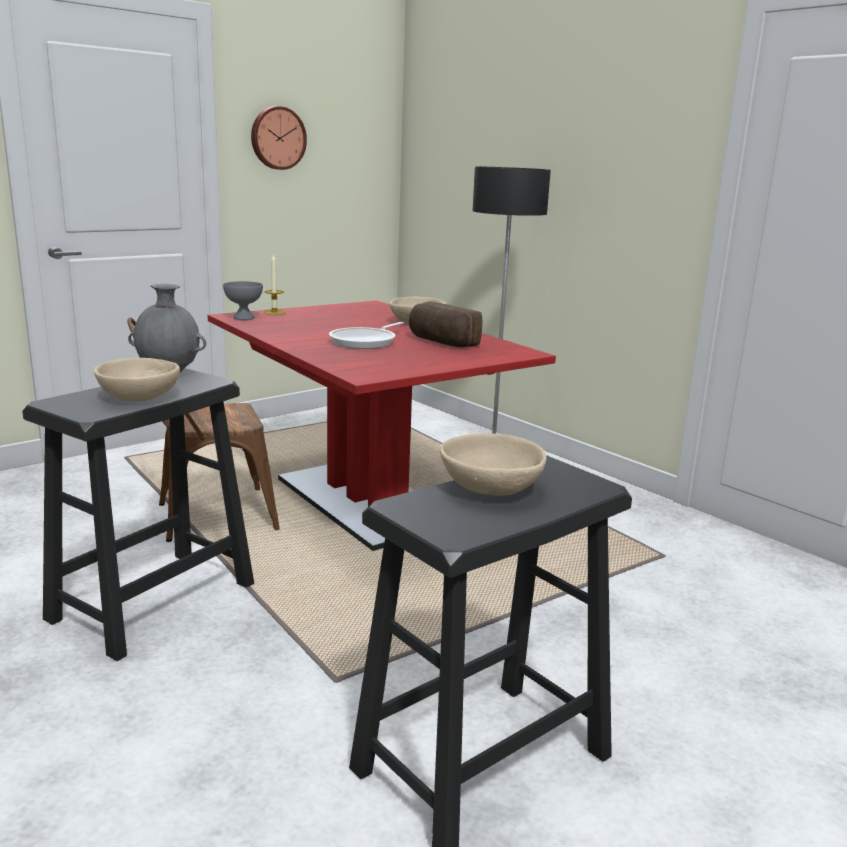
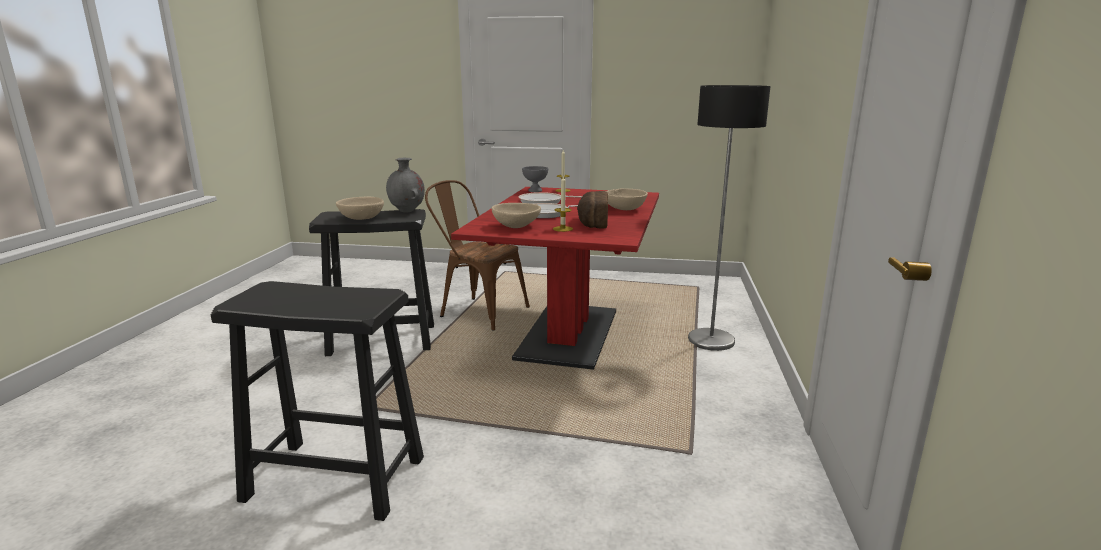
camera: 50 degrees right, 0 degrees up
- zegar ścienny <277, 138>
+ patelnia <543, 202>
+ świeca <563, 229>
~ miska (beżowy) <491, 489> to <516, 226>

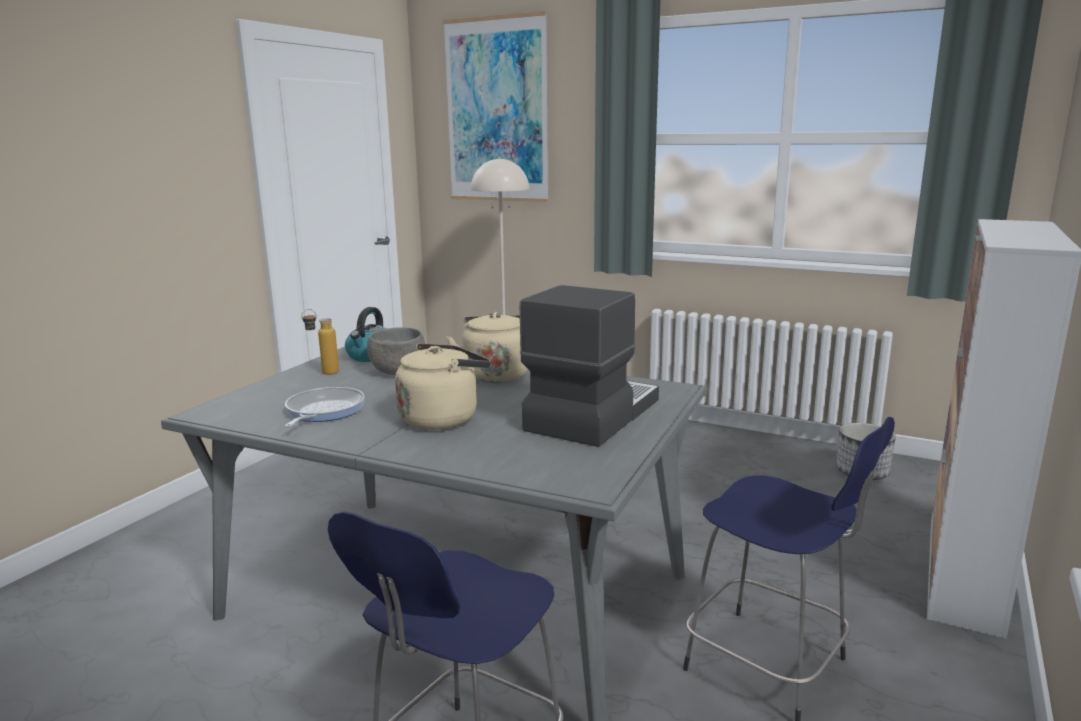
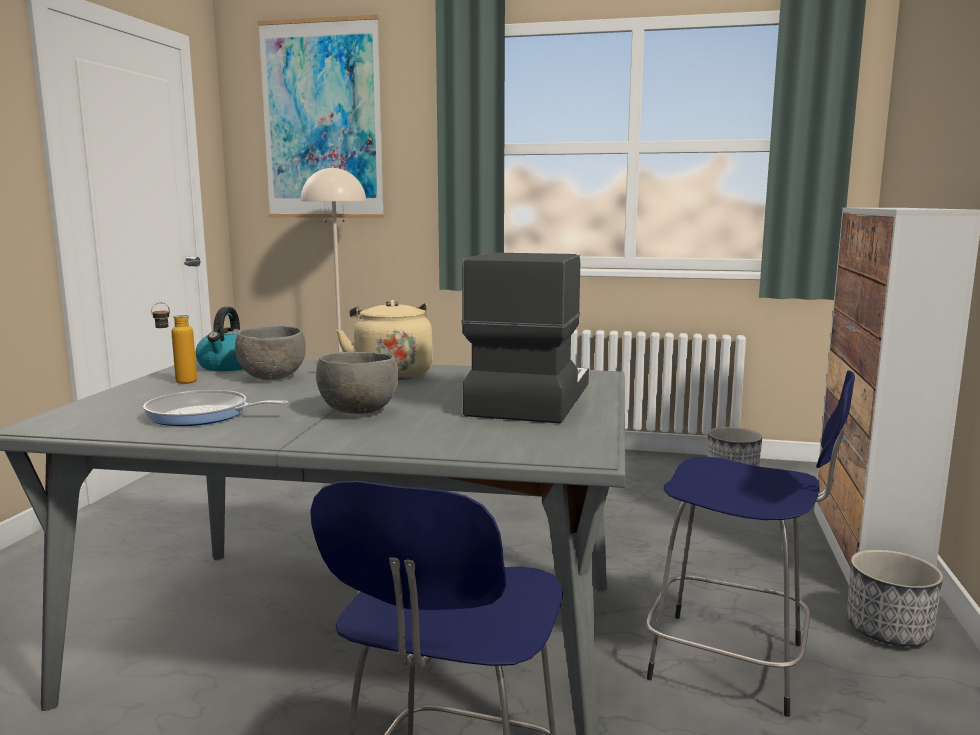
camera: 15 degrees left, 5 degrees down
+ donica <889, 630>
~ czajnik (beżowy) <442, 418> to miska (szary) <360, 412>
~ patelnia <323, 411> = <202, 415> 75 degrees counterclockwise

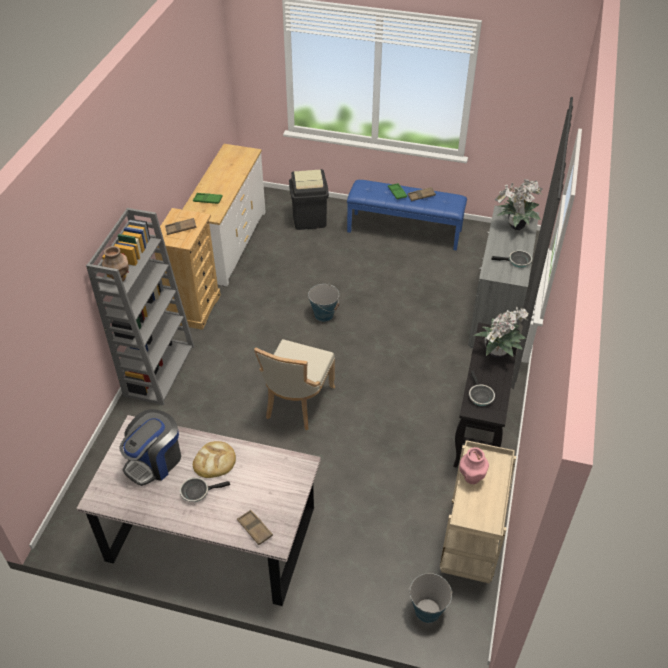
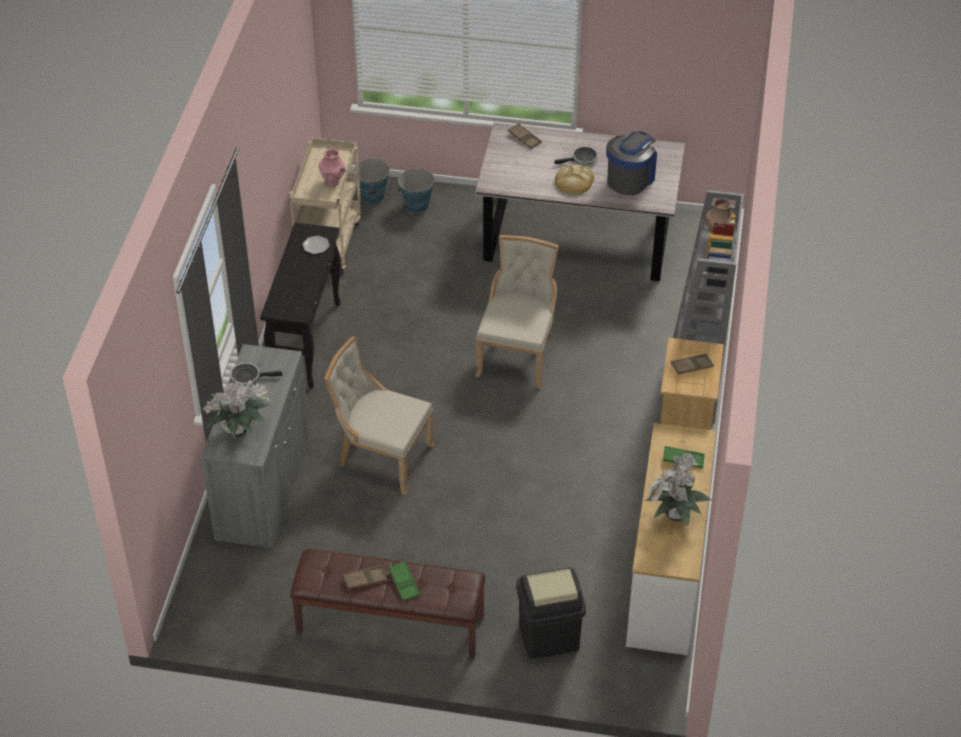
camera: 175 degrees right, 0 degrees up
+ krzesło (beżowy) <381, 457>
~ wiadro <324, 314> to <417, 206>
~ roślina doniczkowa <498, 352> to <673, 515>
~ patelnia <480, 396> to talerz <316, 245>
~ ławka (niebieski) <404, 230> to ławka (brązowy) <389, 625>

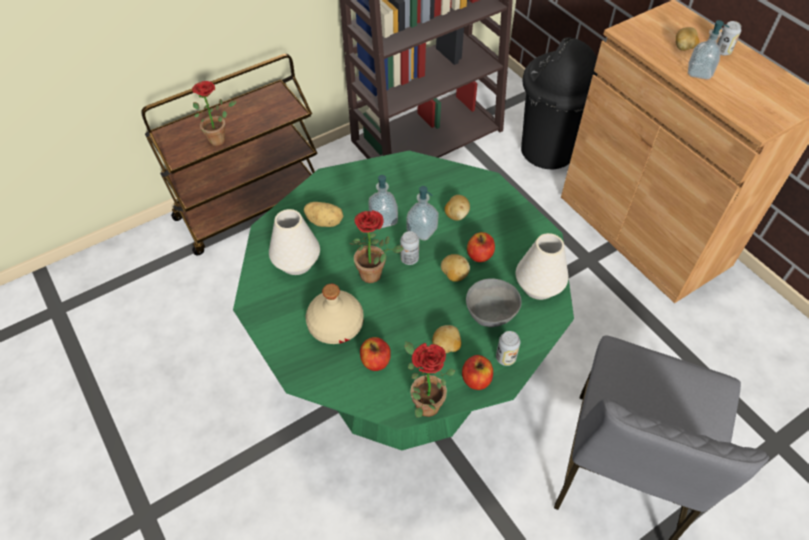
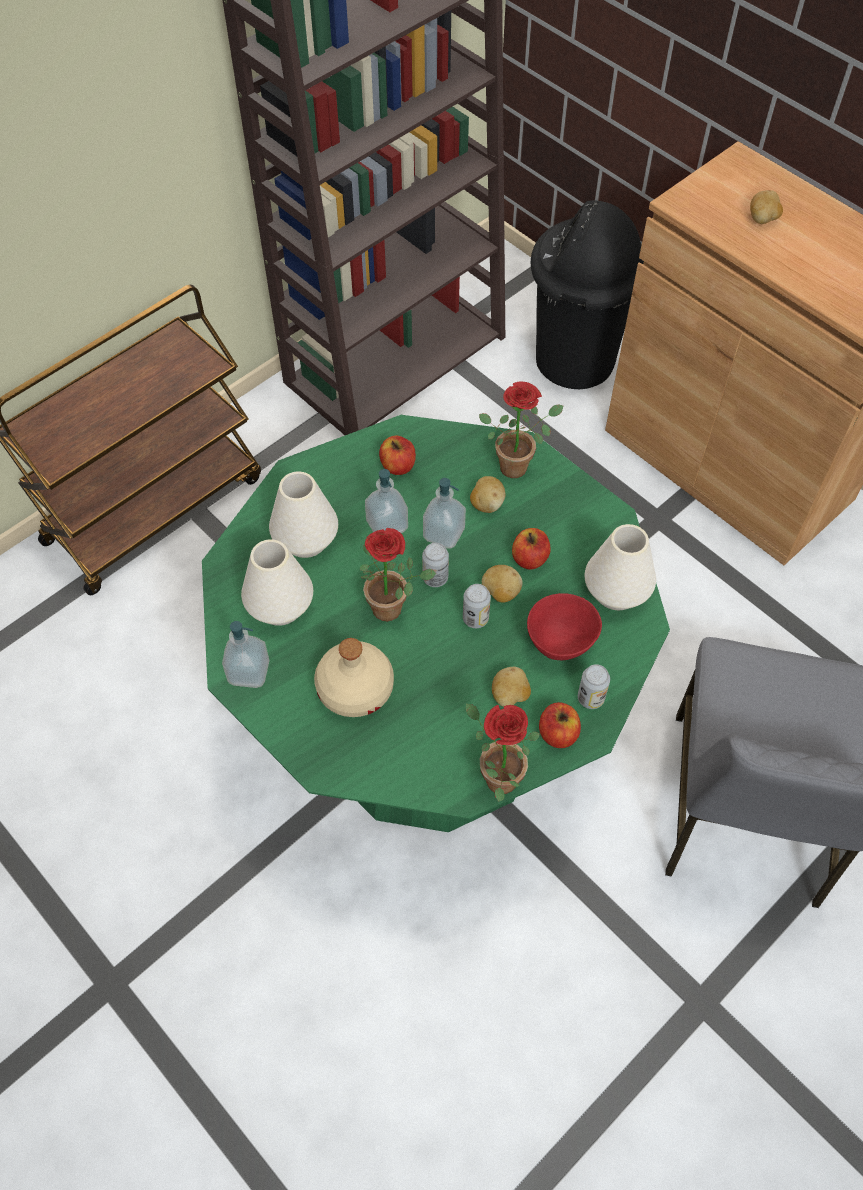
camera: 10 degrees left, 5 degrees up
~ roślina doniczkowa <220, 139> to <518, 464>
~ jabłko <375, 361> to <398, 466>
~ dozownik mydła <699, 72> to <249, 672>
~ puszka <722, 51> to <475, 618>
~ ziemniak <325, 221> to wazon (biały) <306, 540>
~ miska (szary) <490, 316> to miska (czerwony) <560, 643>

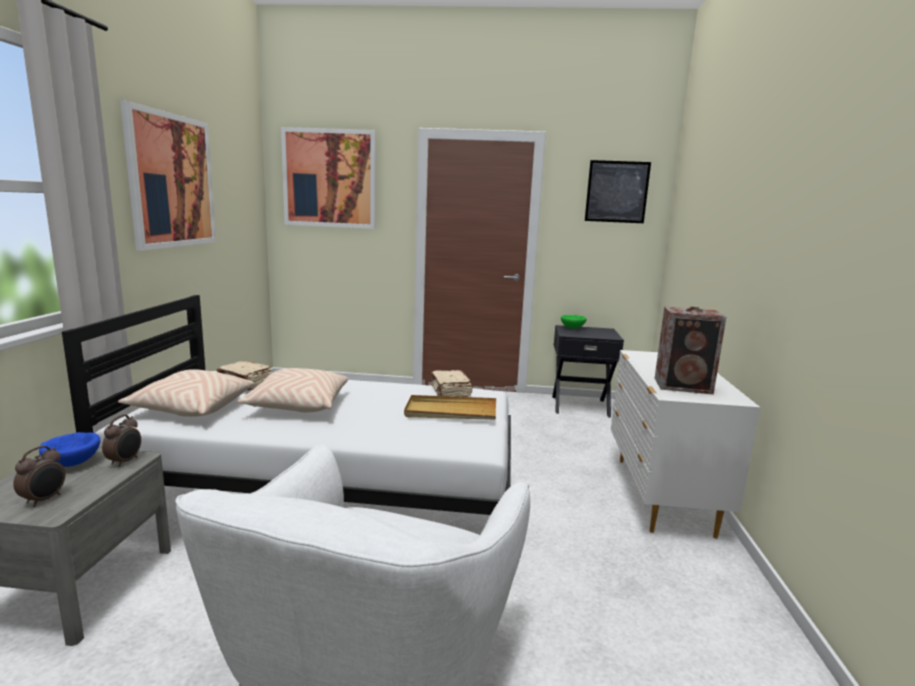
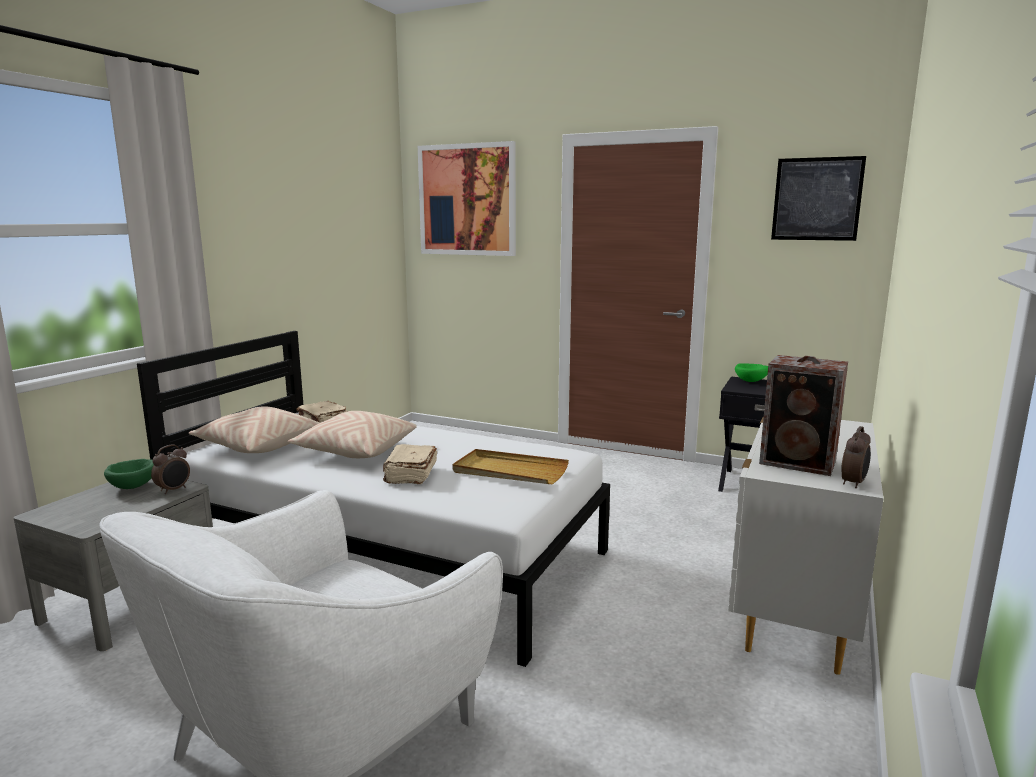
camera: 20 degrees right, 0 degrees up
- obraz <172, 181>
~ budzik <44, 499> to <854, 483>
~ książka (beżowy) <450, 392> to <410, 474>
~ miska (niebieski) <73, 462> to miska (zielony) <134, 486>

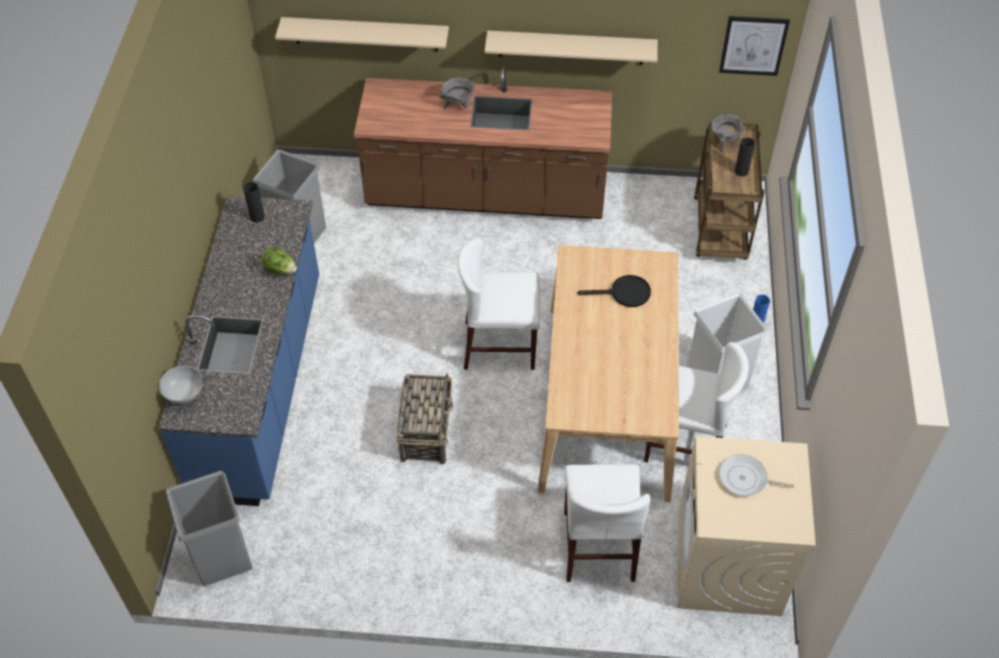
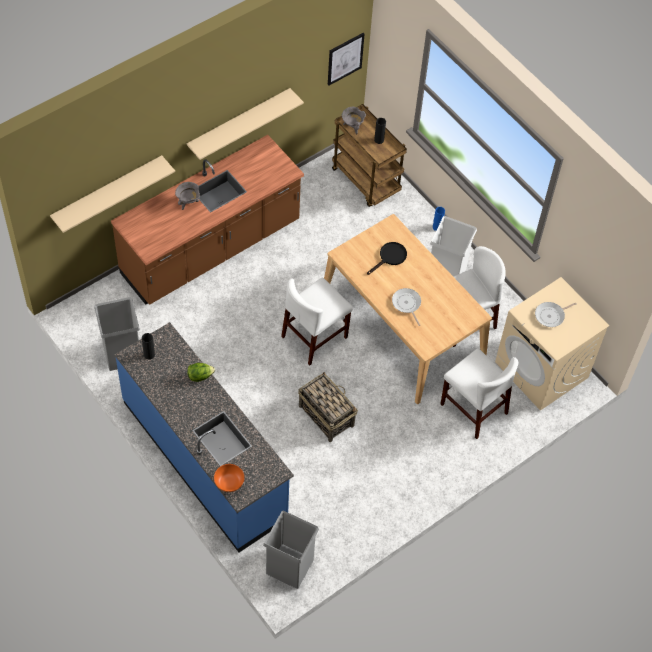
camera: 45 degrees left, 5 degrees up
+ patelnia <407, 304>
~ miska (biały) <184, 394> to miska (pomarańczowy) <229, 483>

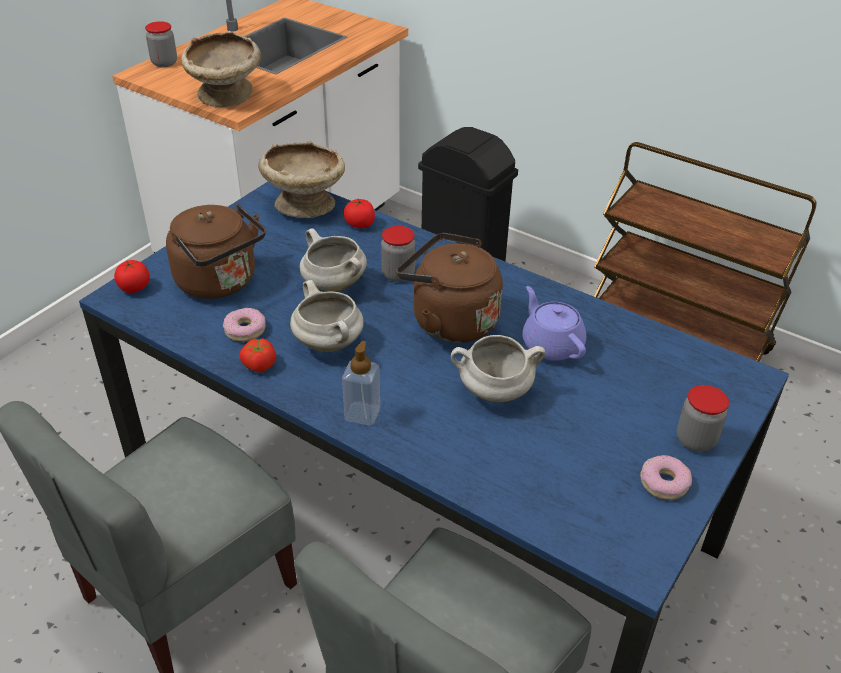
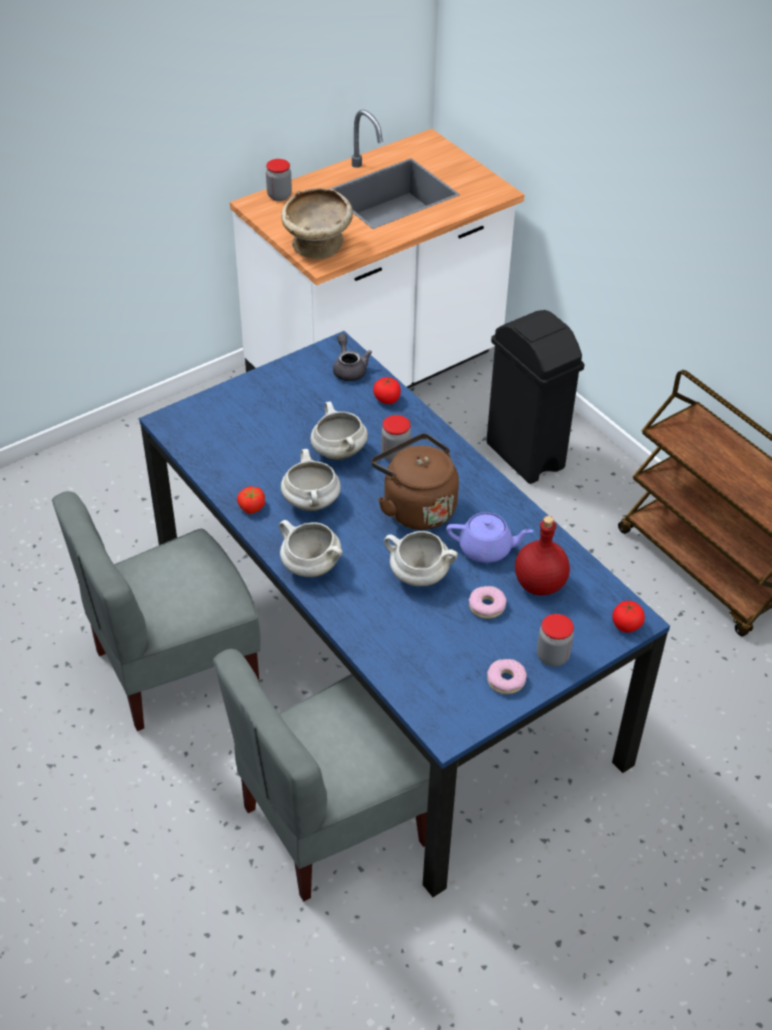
camera: 20 degrees right, 5 degrees up
- czajnik (brązowy) <220, 283>
+ butelka (czerwony) <538, 584>
~ pomidor <134, 288> to <626, 625>
~ donut <245, 330> to <486, 606>
~ miska (beżowy) <304, 205> to imbryk (szary) <349, 369>
~ dozownik mydła <362, 414> to garnek (biały) <310, 566>
~ imbryk (fioletowy) <551, 344> = <486, 549> 105 degrees clockwise

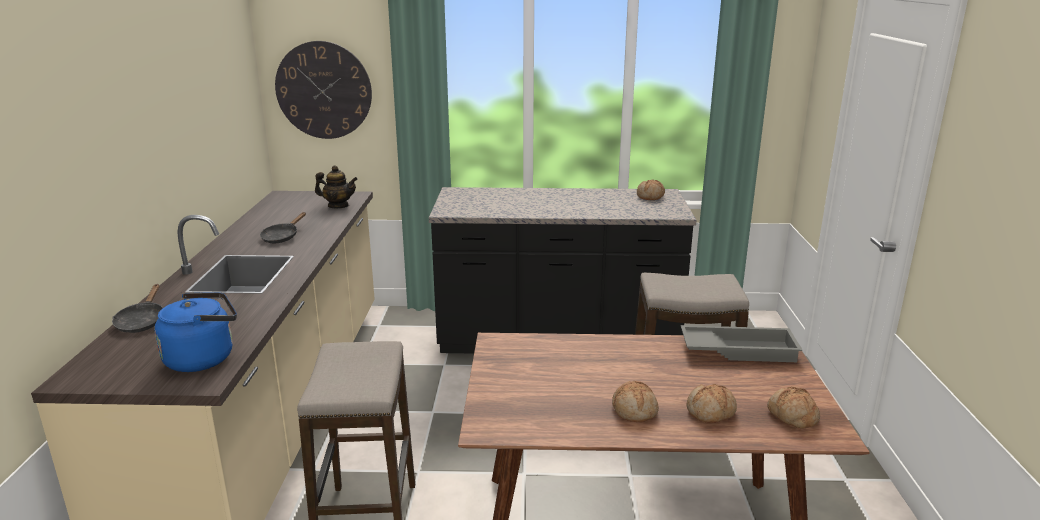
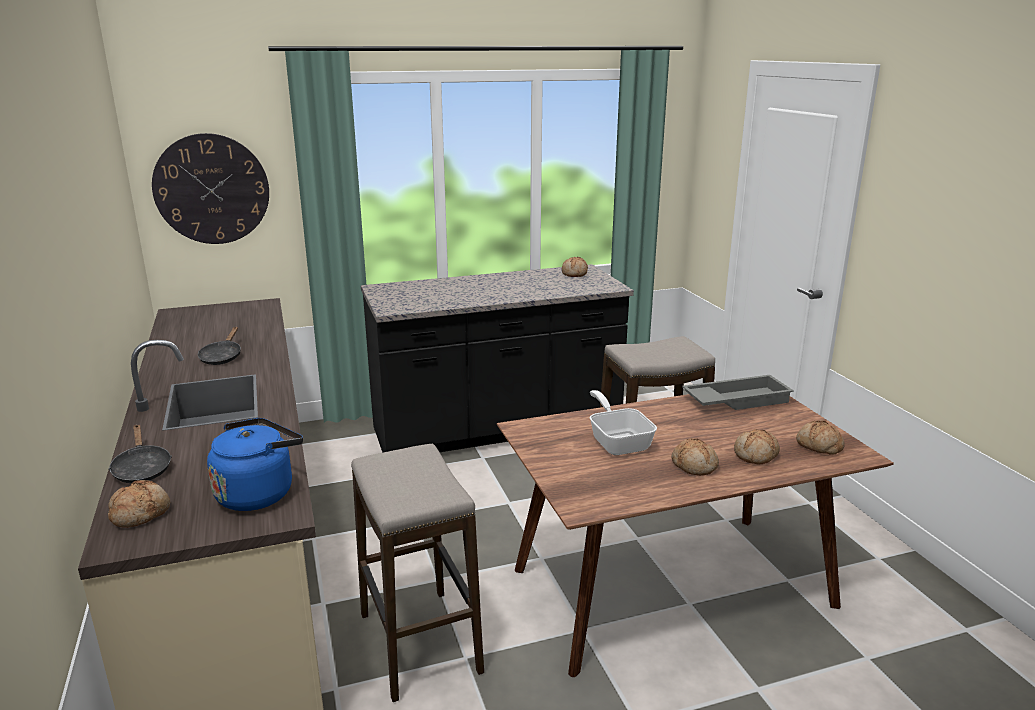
camera: 20 degrees left, 0 degrees up
- imbryk <338, 206>
+ chleb <140, 513>
+ patelnia <618, 441>

